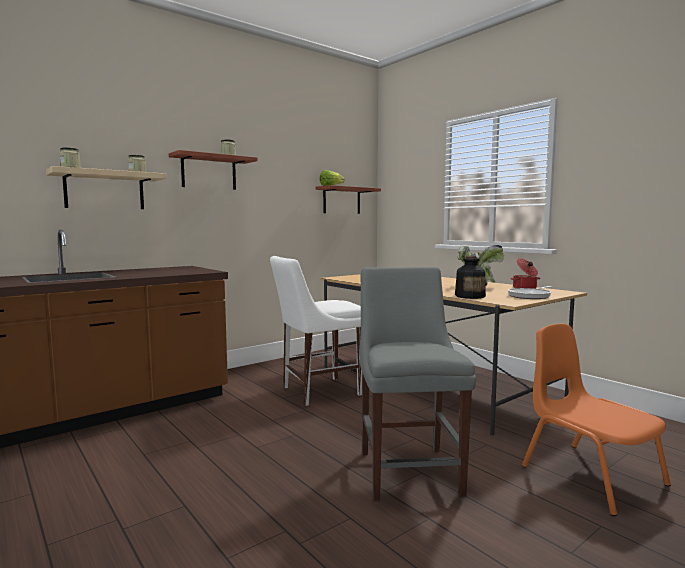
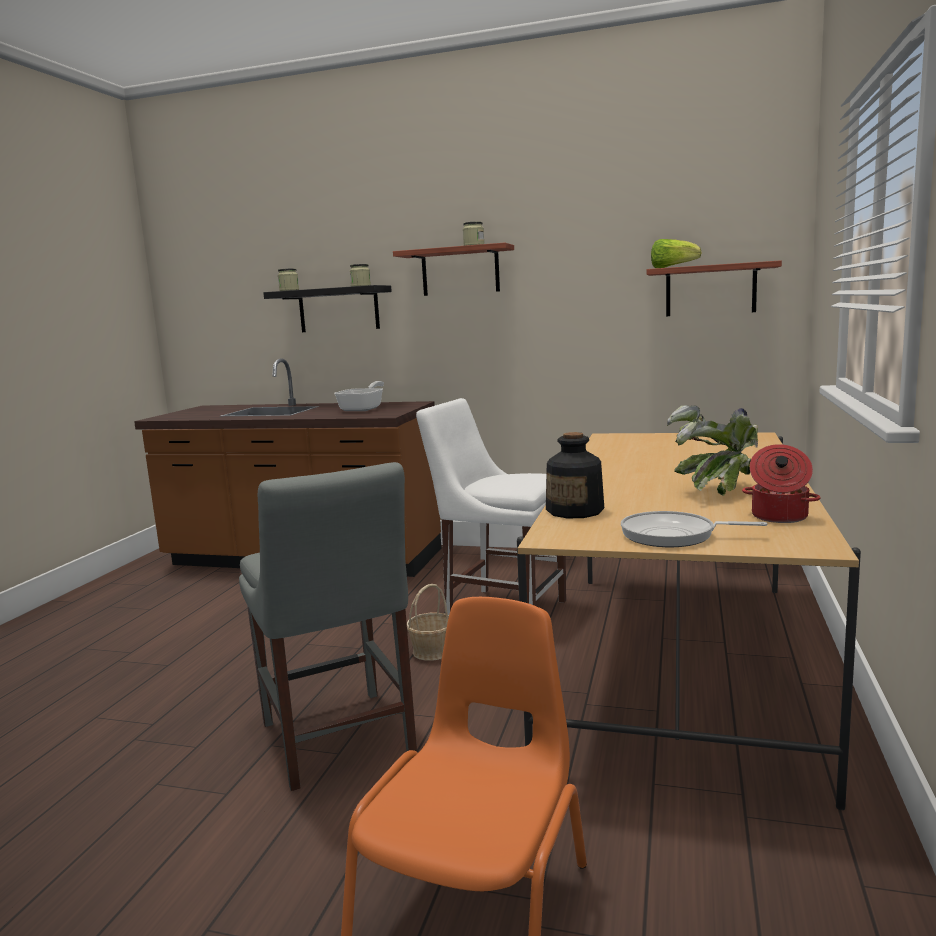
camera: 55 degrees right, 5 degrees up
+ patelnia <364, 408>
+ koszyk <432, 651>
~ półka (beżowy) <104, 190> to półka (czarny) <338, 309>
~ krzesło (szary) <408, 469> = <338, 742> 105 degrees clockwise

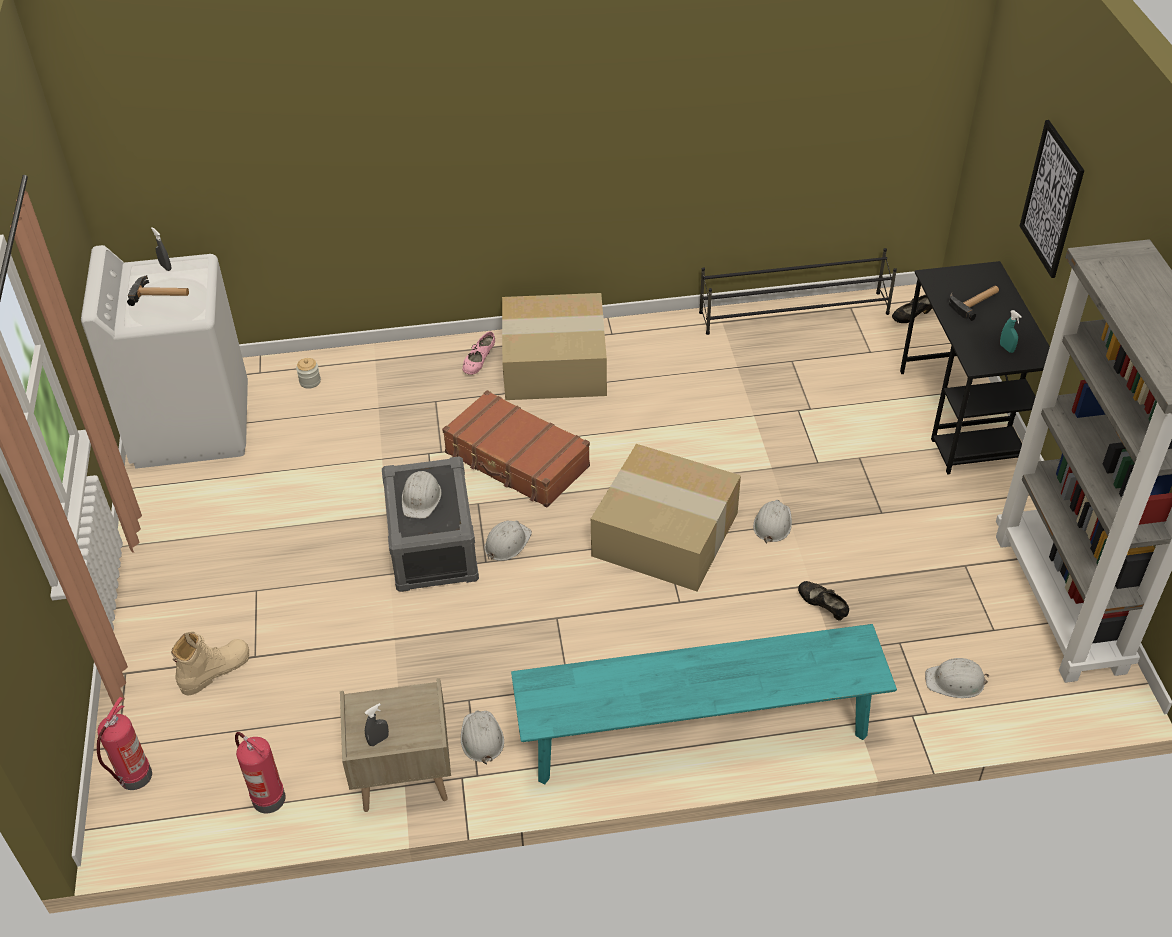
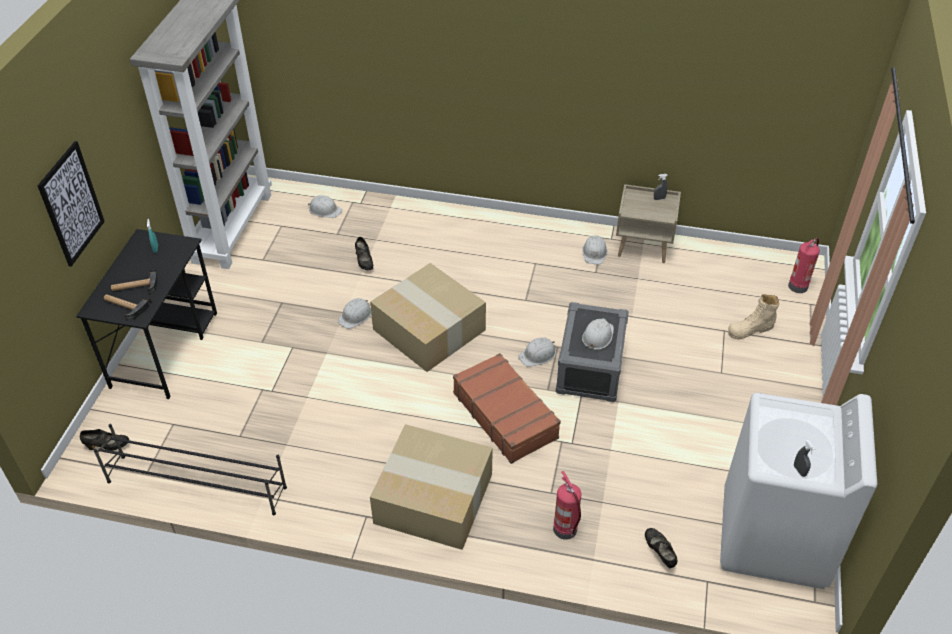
camera: 160 degrees left, 0 degrees up
- but (różowy) <479, 363>
- ławka (turkusowy) <698, 734>
~ młotek <161, 294> to <124, 306>
~ gaśnica <267, 798> to <566, 530>
~ słoik <310, 381> to but (czarny) <659, 553>

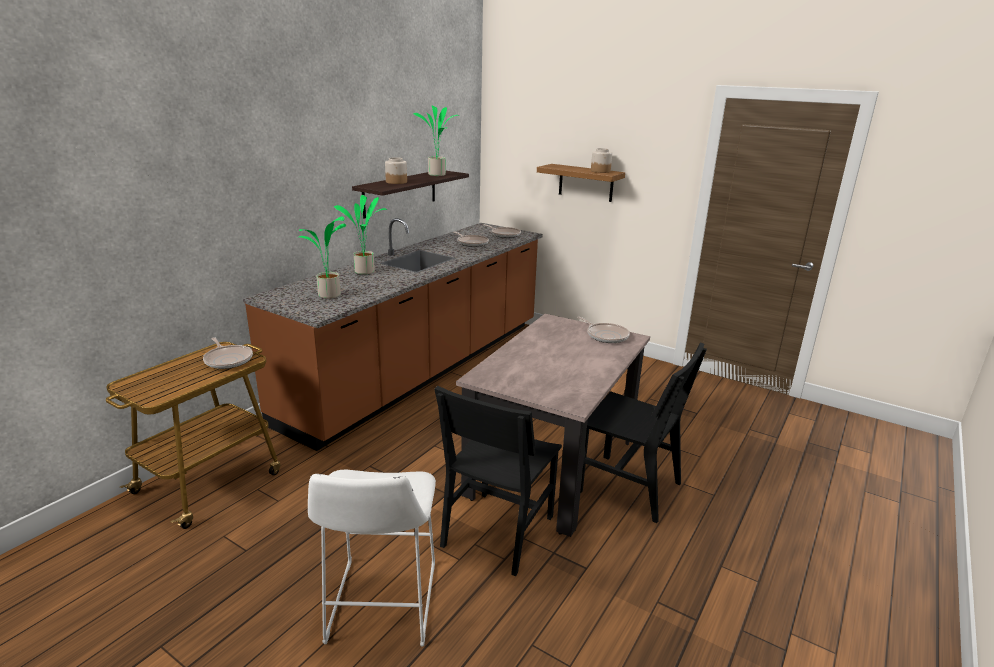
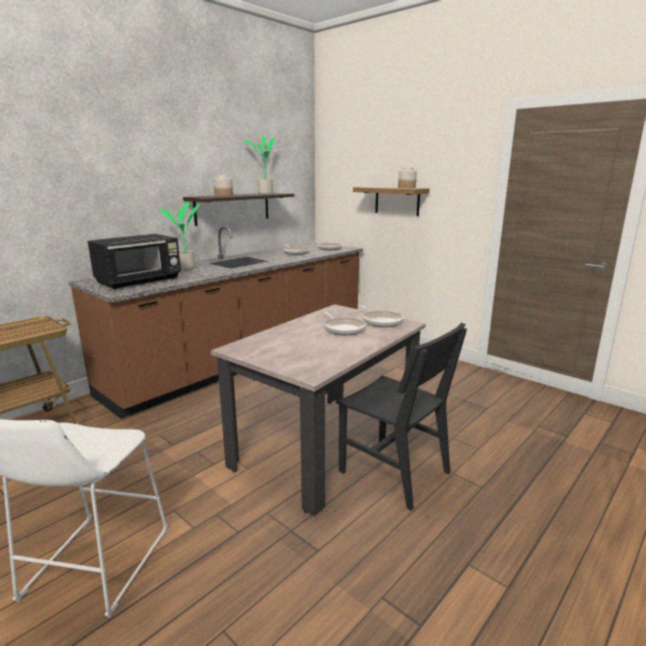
camera: 10 degrees right, 5 degrees down
- krzesło (czarny) <498, 530>
~ patelnia <228, 359> to <343, 329>
~ roślina doniczkowa <329, 296> to mikrofalówka (czarny) <140, 281>

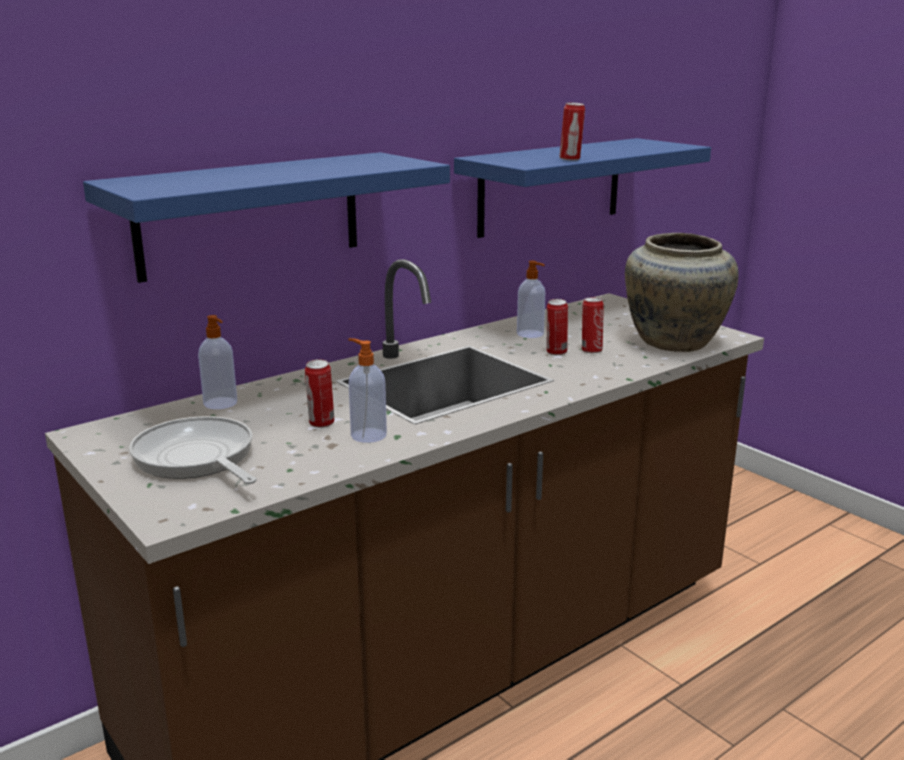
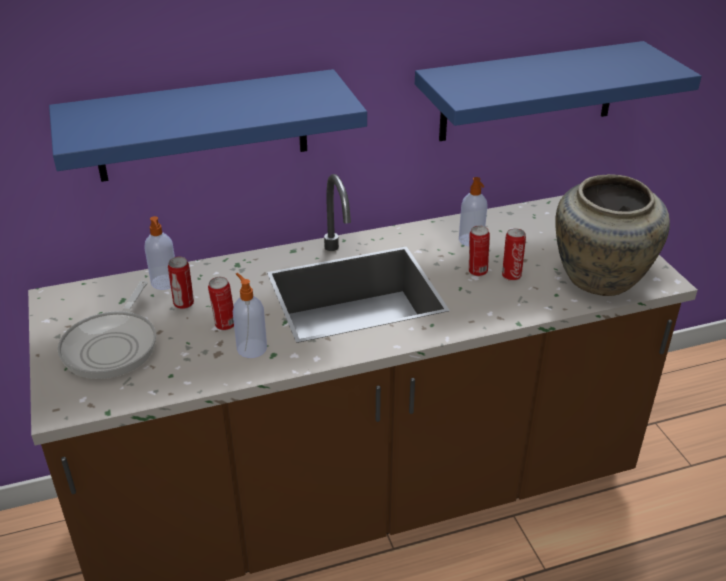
camera: 20 degrees right, 15 degrees up
~ puszka <570, 159> to <184, 304>
~ patelnia <197, 458> = <113, 346> 150 degrees counterclockwise

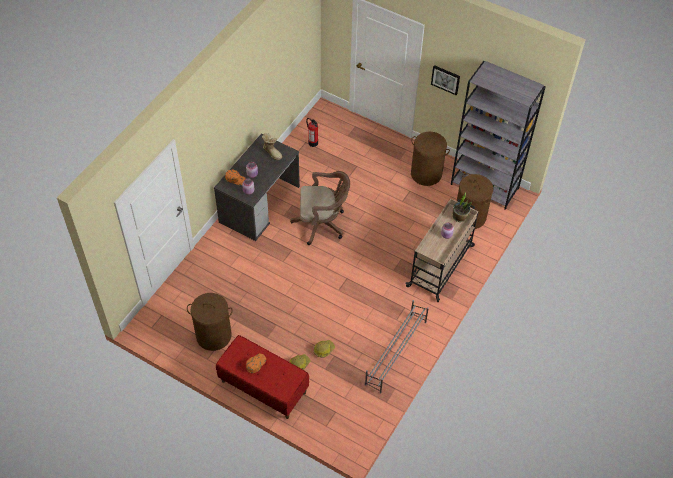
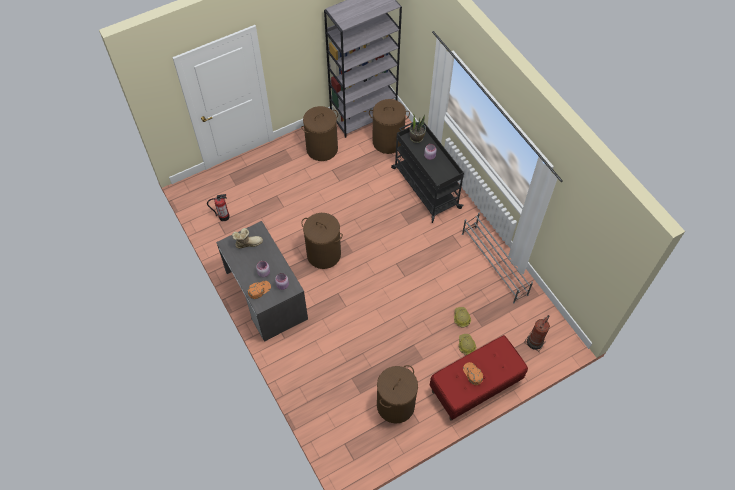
camera: 60 degrees left, 5 degrees up
- obraz <445, 79>
+ gaśnica <535, 341>
~ krzesło biurowe (brązowy) <322, 224> to kosz na pranie (brązowy) <324, 254>
~ wózek (beżowy) <441, 265> to wózek (czarny) <425, 187>

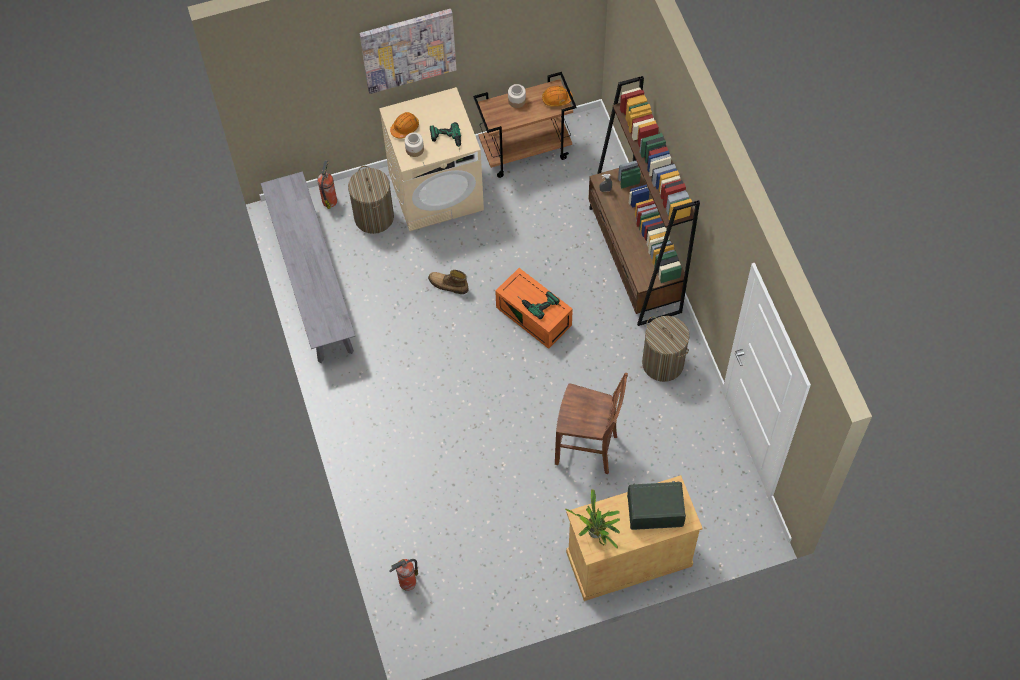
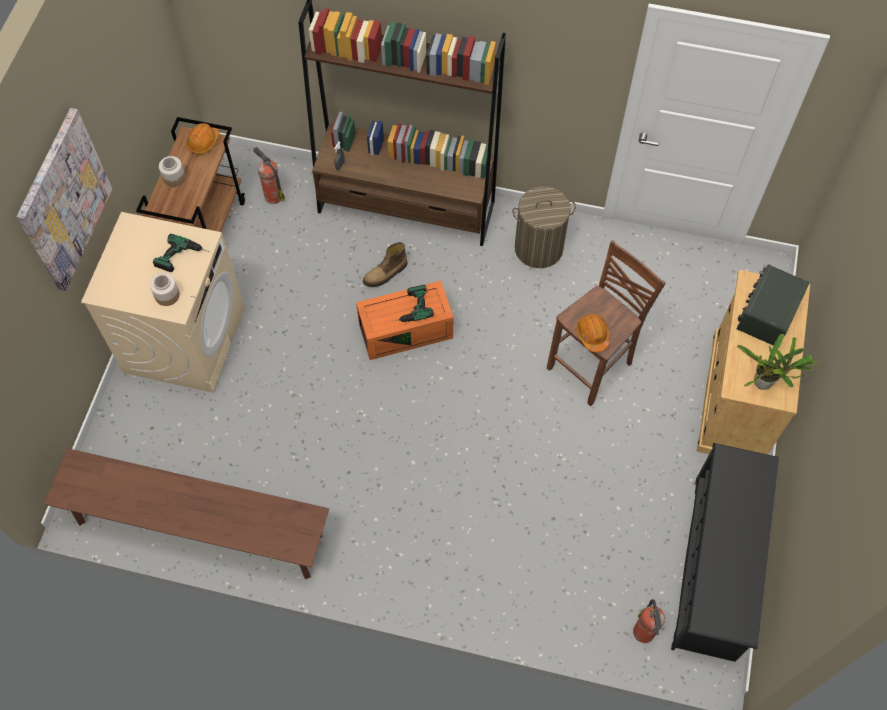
camera: 60 degrees left, 0 degrees up
- kosz na pranie <374, 217>
+ regał na buty (czarny) <715, 568>
~ gaśnica <330, 200> to <272, 196>
~ kask (pomarańczowy) <405, 128> to <592, 335>
~ but z cholewką <448, 285> to <386, 274>
~ ławka (szary) <312, 282> to ławka (brązowy) <199, 529>

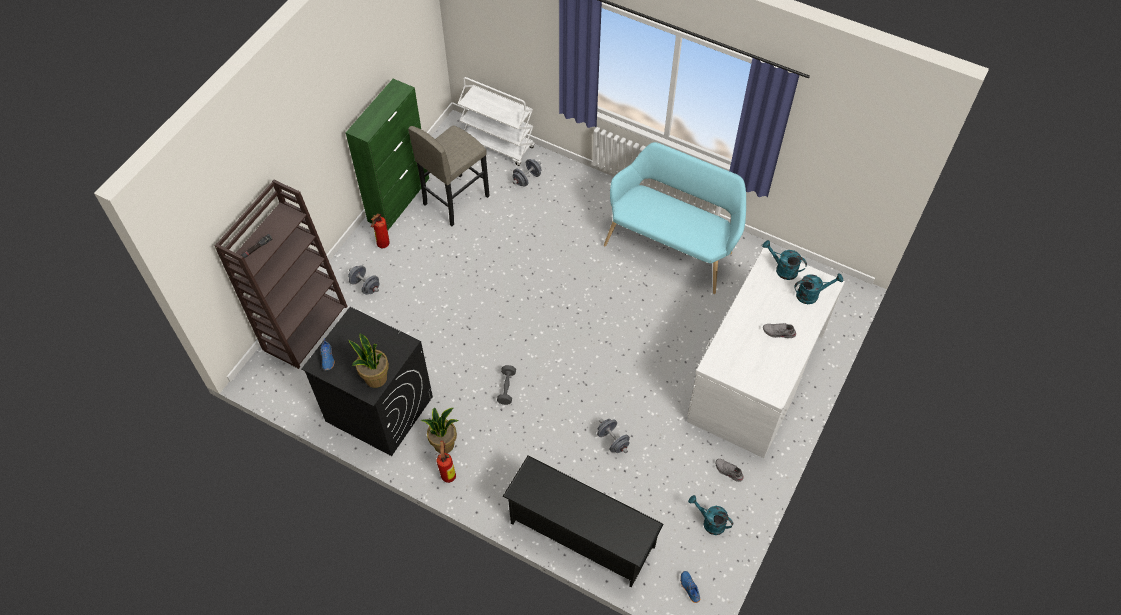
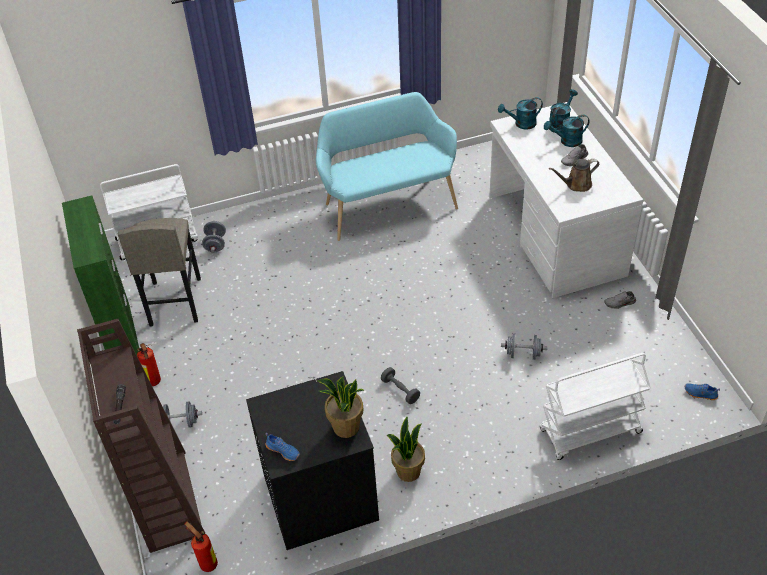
camera: 45 degrees left, 10 degrees down
+ konewka (brązowy) <576, 184>
~ gaśnica <448, 474> to <207, 563>
~ konewka (turkusowy) <710, 522> to <567, 141>
~ regał na buty (czarny) <581, 535> to wózek (biały) <589, 432>

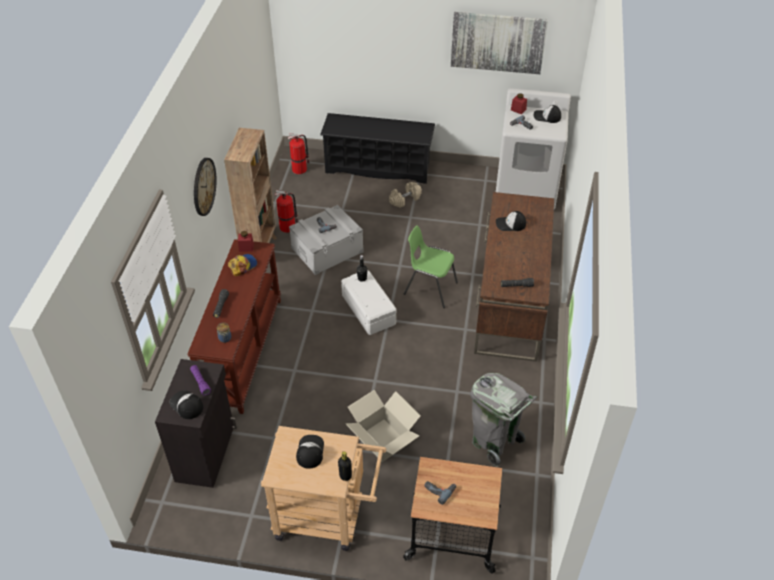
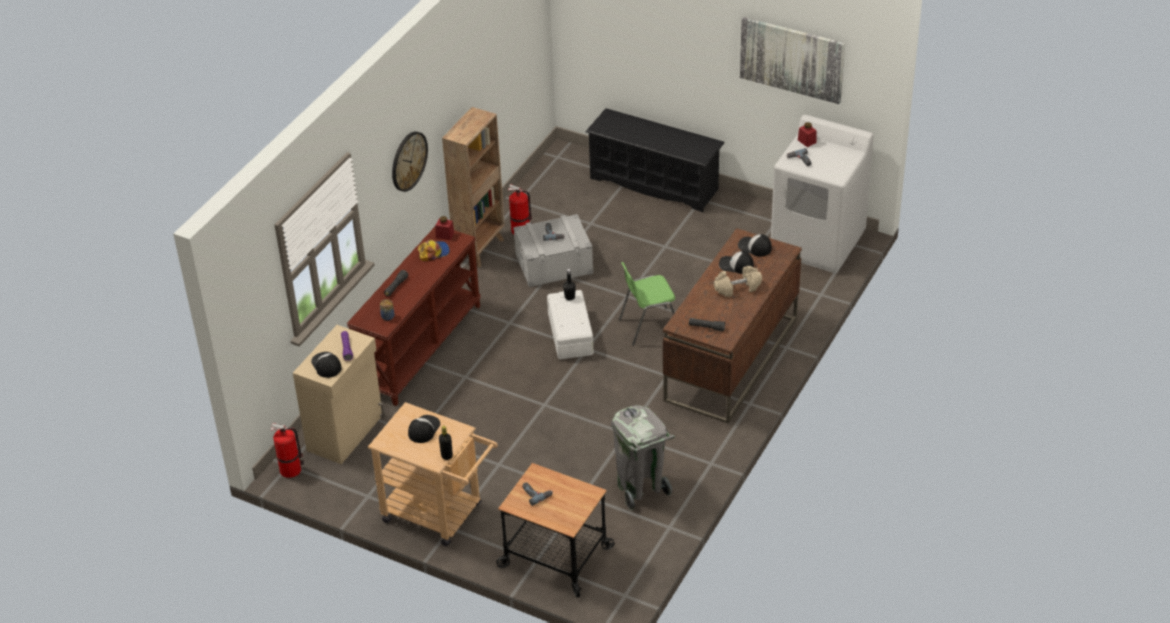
camera: 20 degrees right, 5 degrees down
- karton <383, 439>
~ gaśnica <300, 169> to <291, 470>
~ hantel (beżowy) <405, 199> to <737, 288>
~ czapka z daszkiem <547, 117> to <754, 247>
~ szafka (czarny) <206, 453> to szafka (beżowy) <346, 432>
~ krzesło (zielony) <430, 288> = <649, 326> 60 degrees counterclockwise

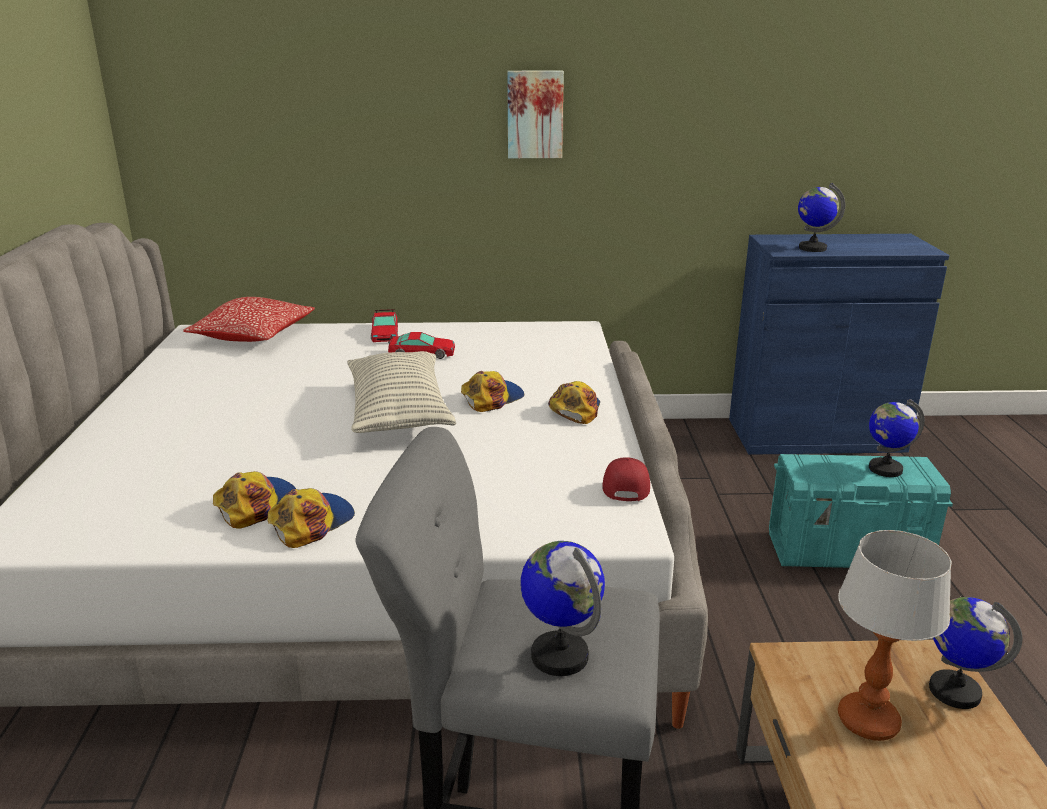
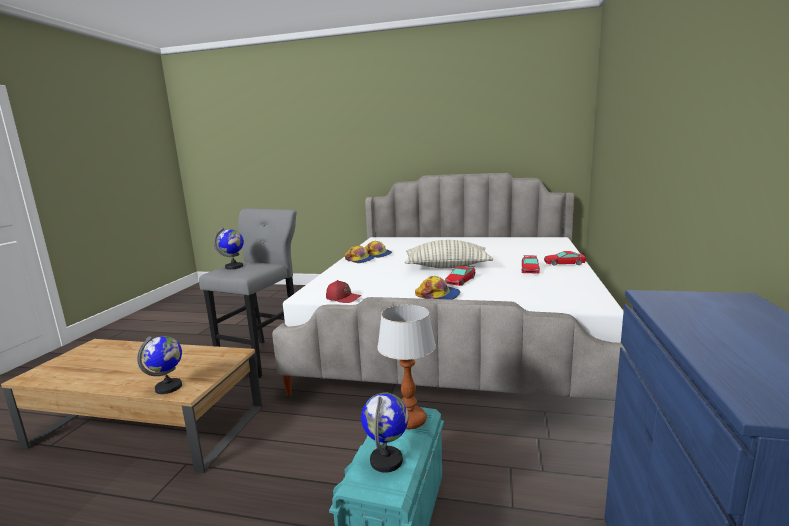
camera: 105 degrees right, 10 degrees down
- poduszka <253, 335>
- obraz <535, 114>
- globus <812, 248>
~ lampa stołowa <867, 720> to <410, 420>
~ czapka z daszkiem <492, 398> to samochodzik <460, 280>

